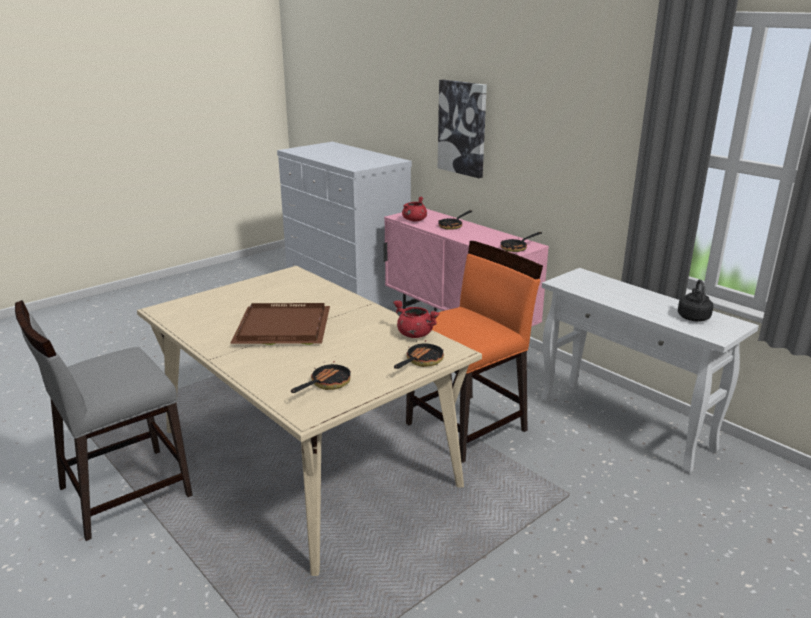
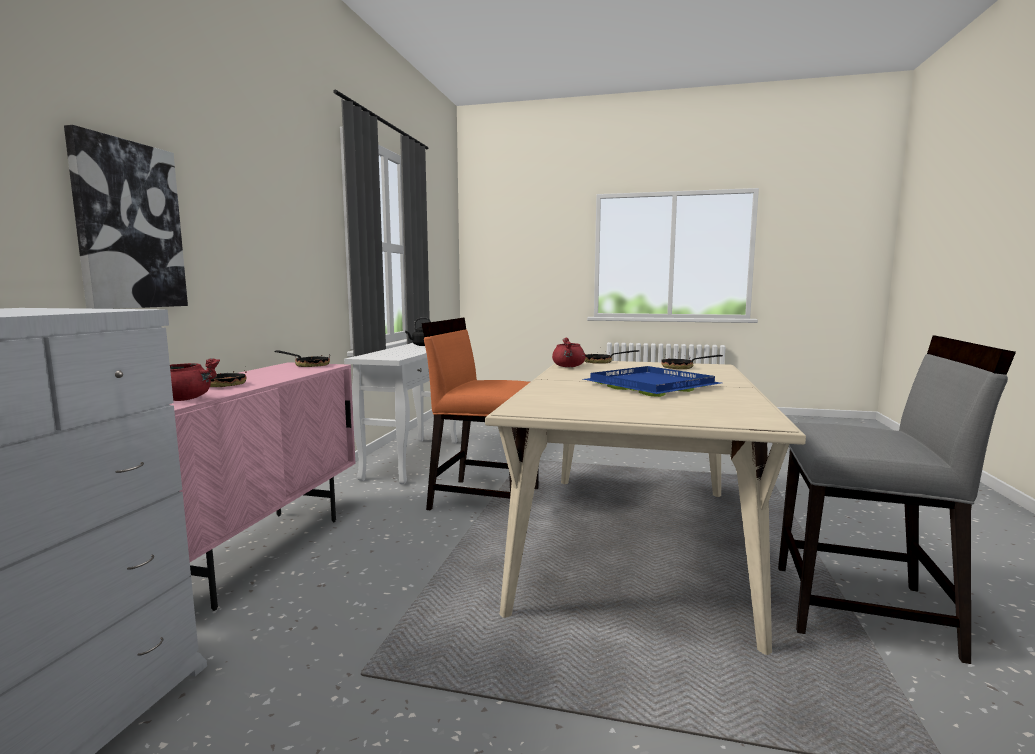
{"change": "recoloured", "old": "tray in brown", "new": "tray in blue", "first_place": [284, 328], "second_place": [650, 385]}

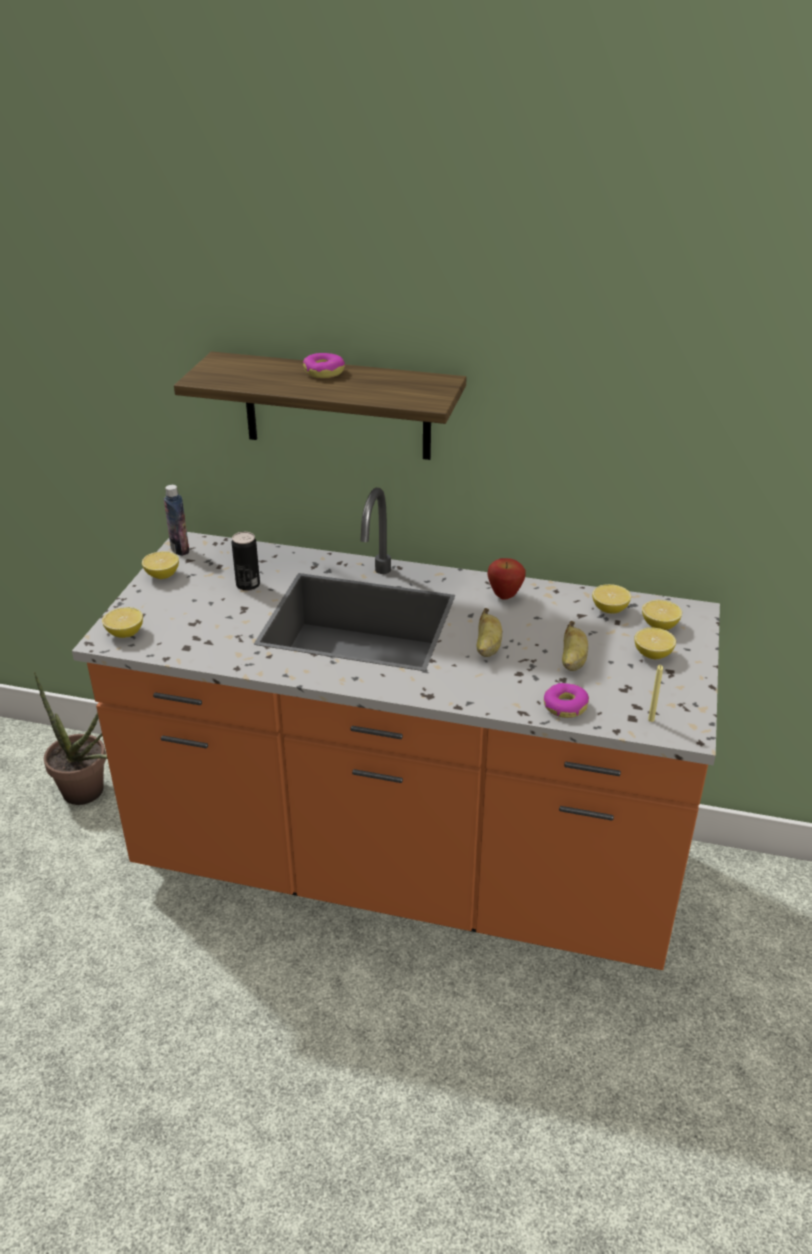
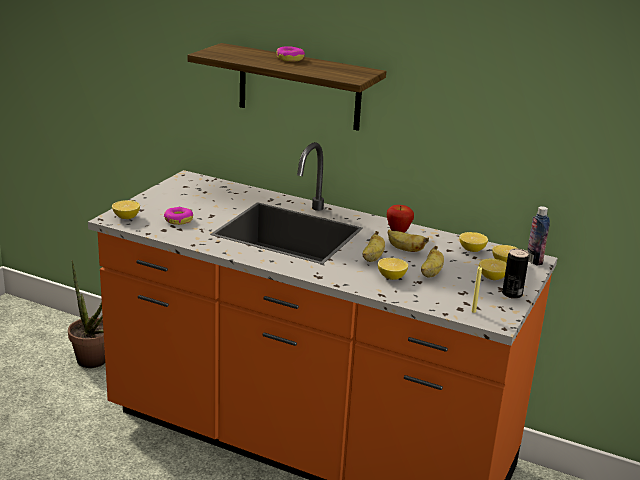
{"change": "moved", "old": "donut", "first_place": [565, 706], "second_place": [178, 220]}
{"change": "moved", "old": "lemon", "first_place": [162, 575], "second_place": [391, 277]}
{"change": "added", "new": "banana", "second_place": [404, 249]}
{"change": "moved", "old": "can", "first_place": [248, 585], "second_place": [512, 294]}
{"change": "moved", "old": "bottle", "first_place": [180, 549], "second_place": [534, 260]}

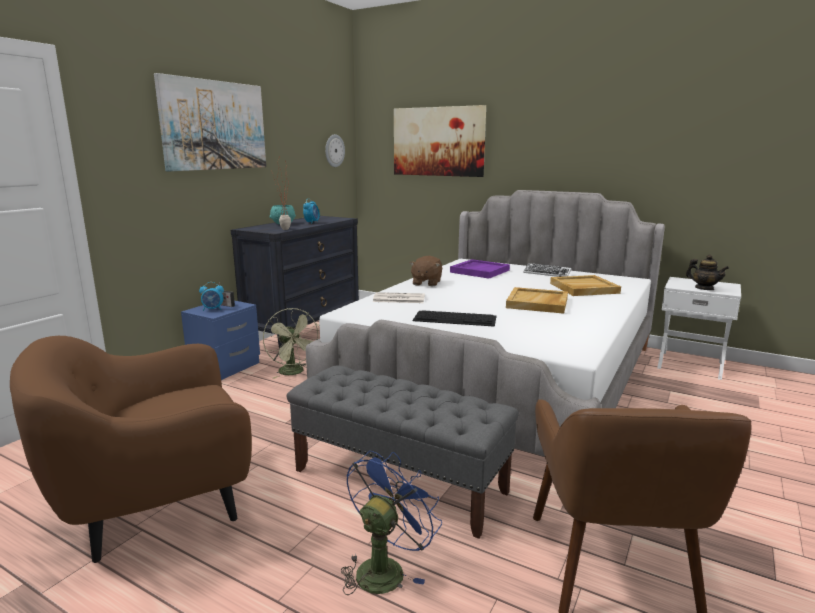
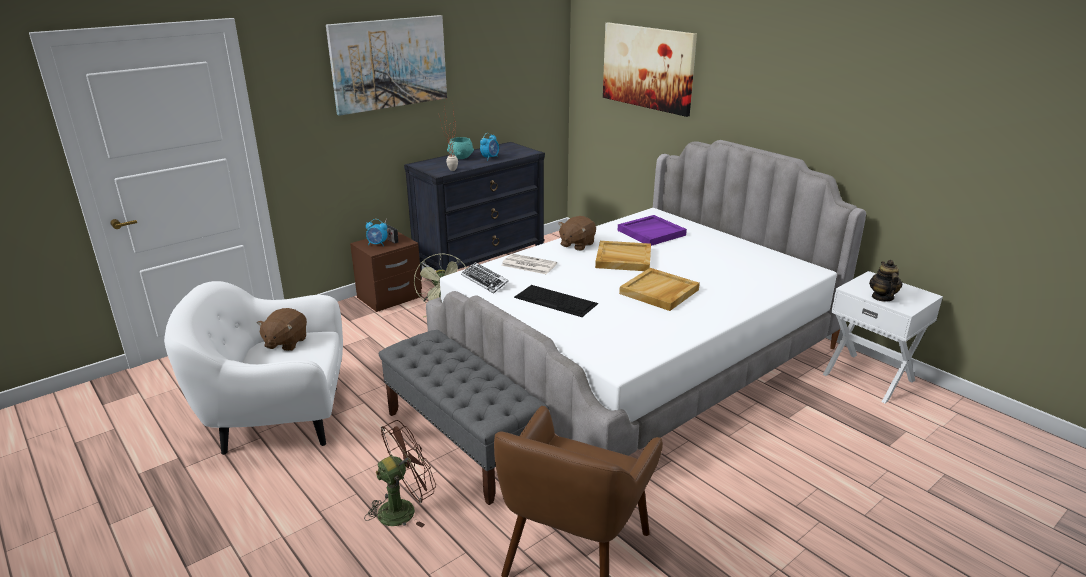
{"change": "recoloured", "old": "armchair in brown", "new": "armchair in white", "first_place": [155, 504], "second_place": [277, 419]}
{"change": "added", "new": "plush toy in brown", "second_place": [285, 343]}
{"change": "recoloured", "old": "nightstand in blue", "new": "nightstand in brown", "first_place": [226, 368], "second_place": [390, 298]}
{"change": "recoloured", "old": "fan in blue", "new": "fan in brown", "first_place": [385, 568], "second_place": [404, 508]}
{"change": "moved", "old": "keyboard", "first_place": [546, 273], "second_place": [484, 281]}
{"change": "moved", "old": "tray in beige", "first_place": [583, 288], "second_place": [623, 259]}
{"change": "turned", "old": "teapot", "first_place": [704, 288], "second_place": [882, 297], "degrees": -150}
{"change": "removed", "old": "wall clock", "first_place": [334, 150]}

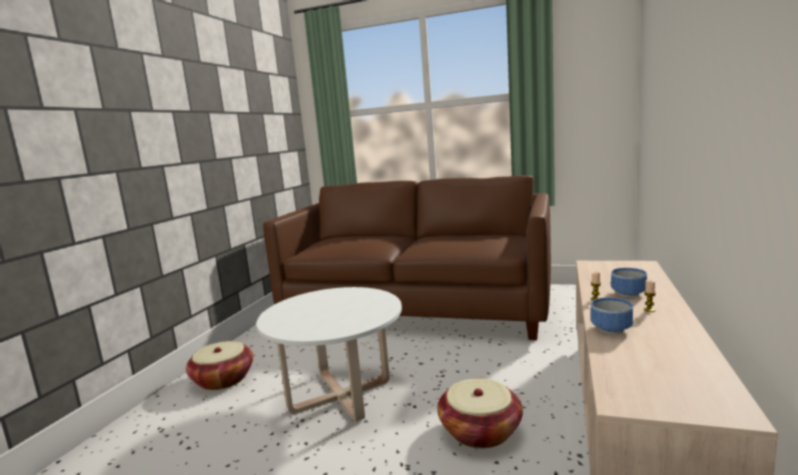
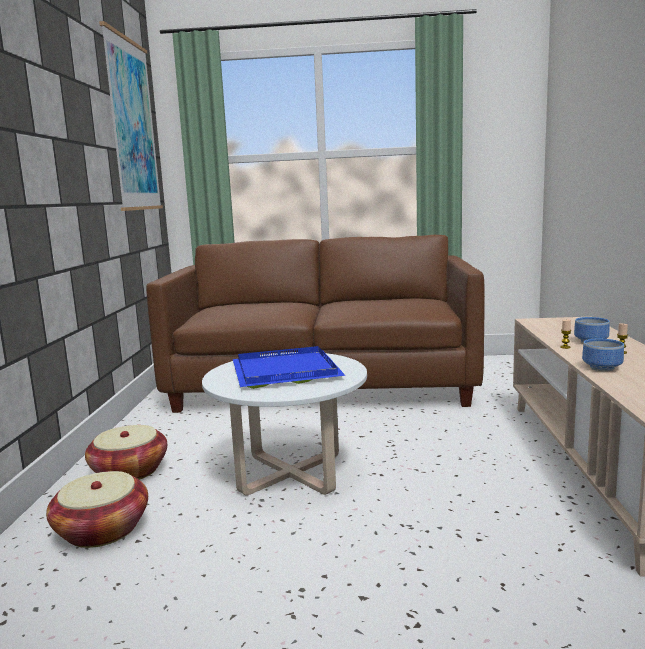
{"change": "moved", "old": "basket", "first_place": [480, 431], "second_place": [102, 530]}
{"change": "added", "new": "picture", "second_place": [132, 126]}
{"change": "added", "new": "tray in blue", "second_place": [287, 370]}

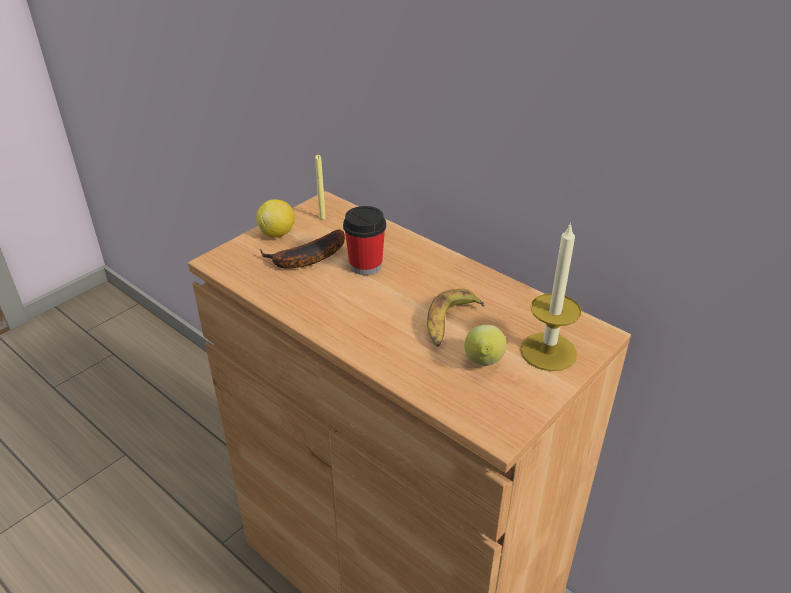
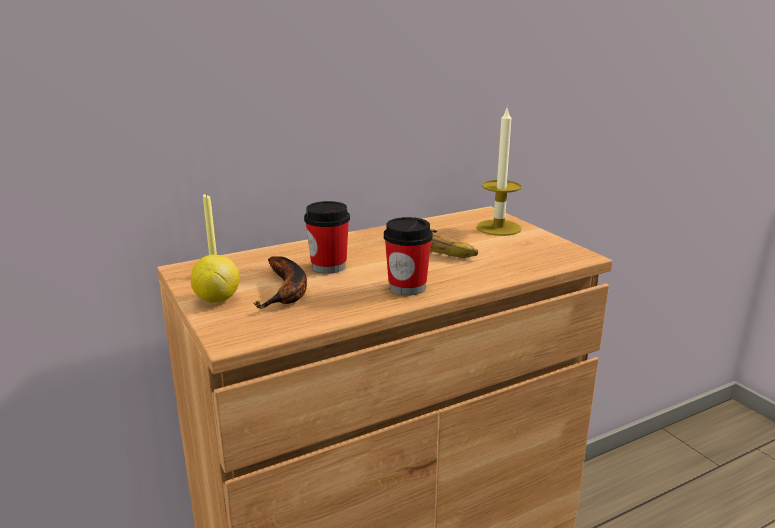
{"change": "added", "new": "cup", "second_place": [407, 287]}
{"change": "removed", "old": "lemon", "first_place": [483, 364]}

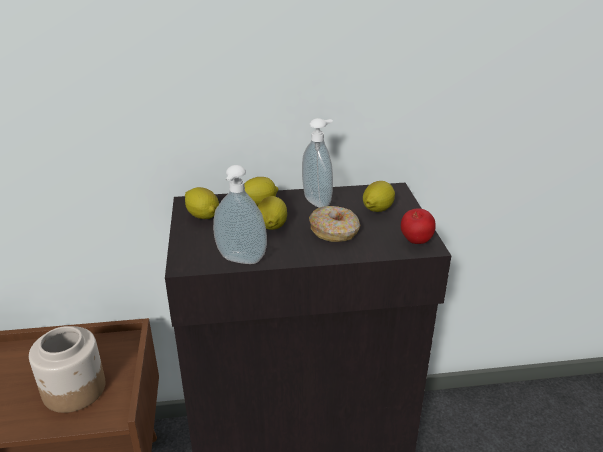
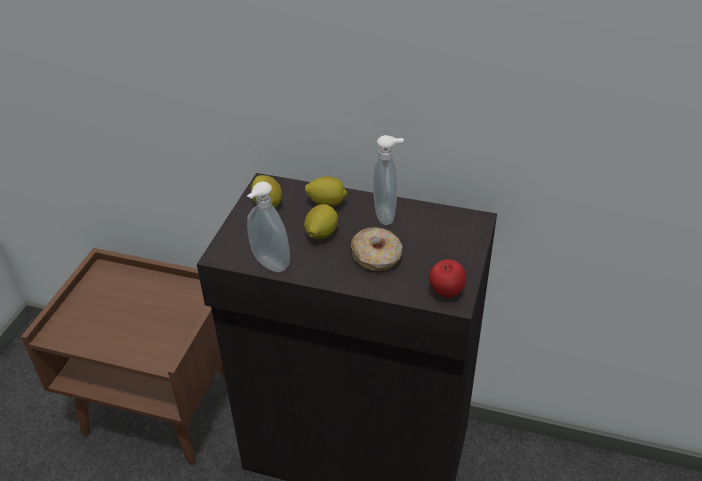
{"change": "removed", "old": "jar", "first_place": [74, 390]}
{"change": "removed", "old": "lemon", "first_place": [377, 210]}

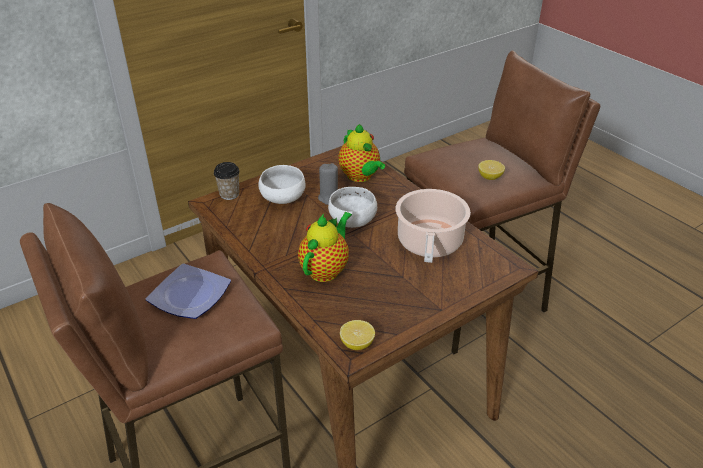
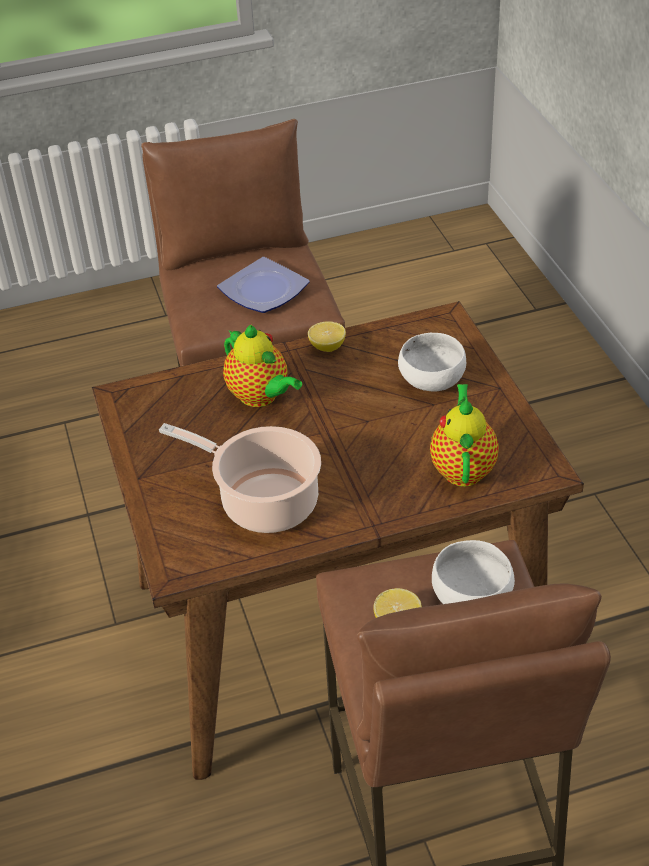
{"change": "moved", "old": "lemon", "first_place": [357, 344], "second_place": [327, 347]}
{"change": "turned", "old": "teapot", "first_place": [360, 177], "second_place": [463, 468], "degrees": 105}
{"change": "moved", "old": "bowl in white", "first_place": [351, 220], "second_place": [472, 597]}
{"change": "removed", "old": "cup", "first_place": [229, 194]}
{"change": "removed", "old": "candle in grey", "first_place": [329, 198]}

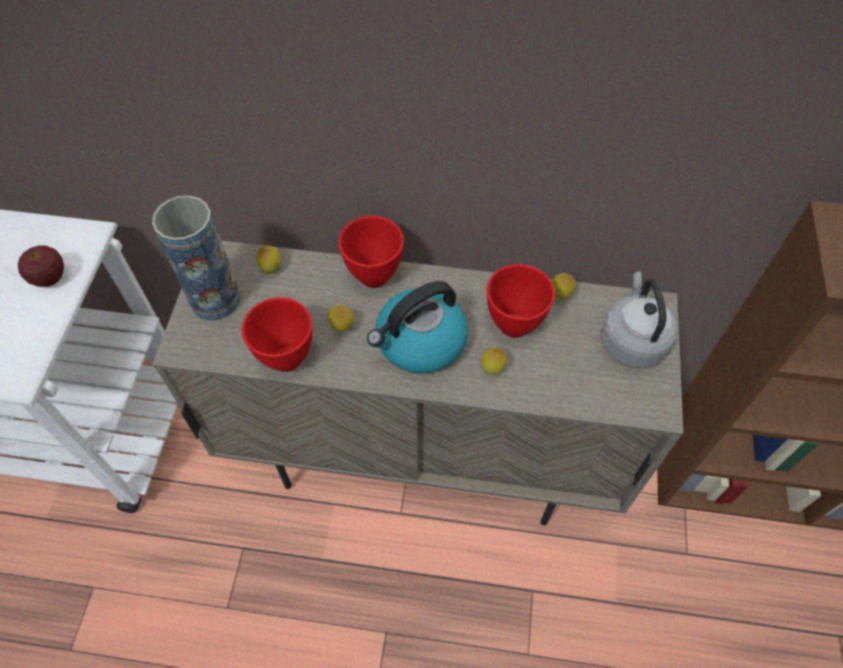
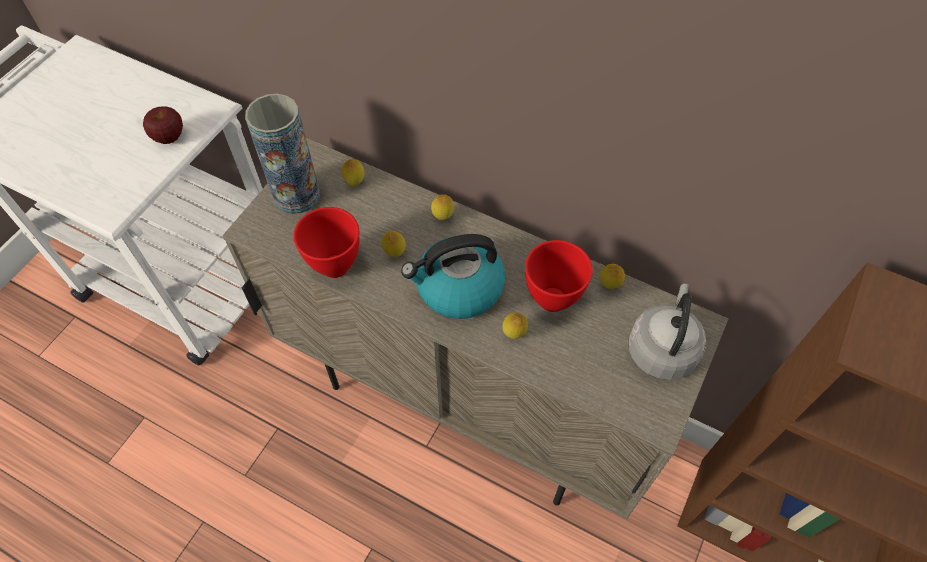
{"change": "replaced", "old": "bowl in red", "new": "lemon", "first_place": [375, 278], "second_place": [443, 217]}

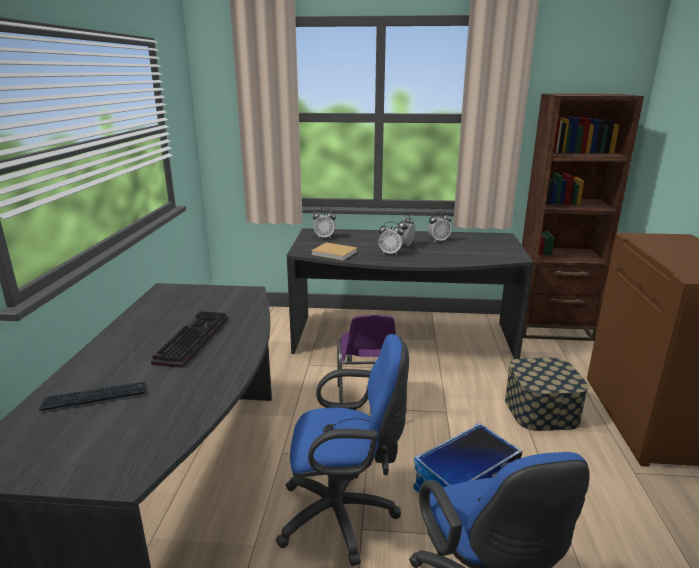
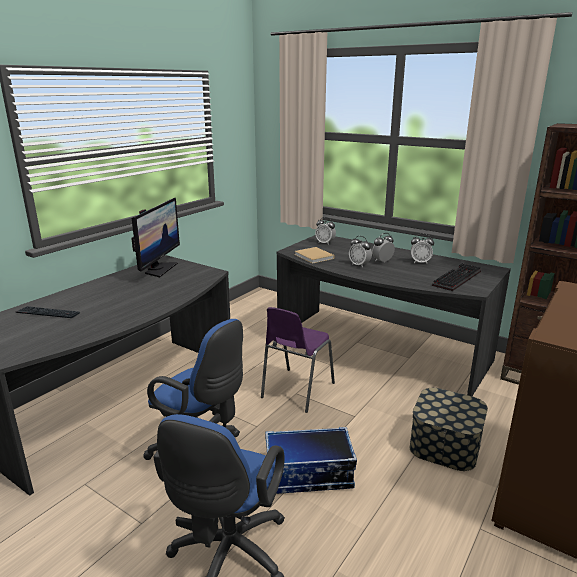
{"change": "added", "new": "monitor", "second_place": [159, 269]}
{"change": "moved", "old": "keyboard", "first_place": [191, 339], "second_place": [456, 278]}

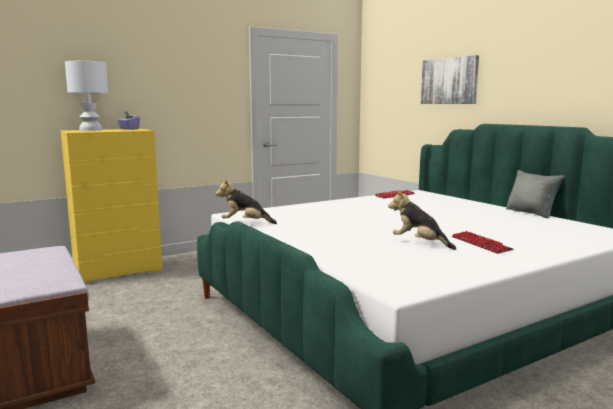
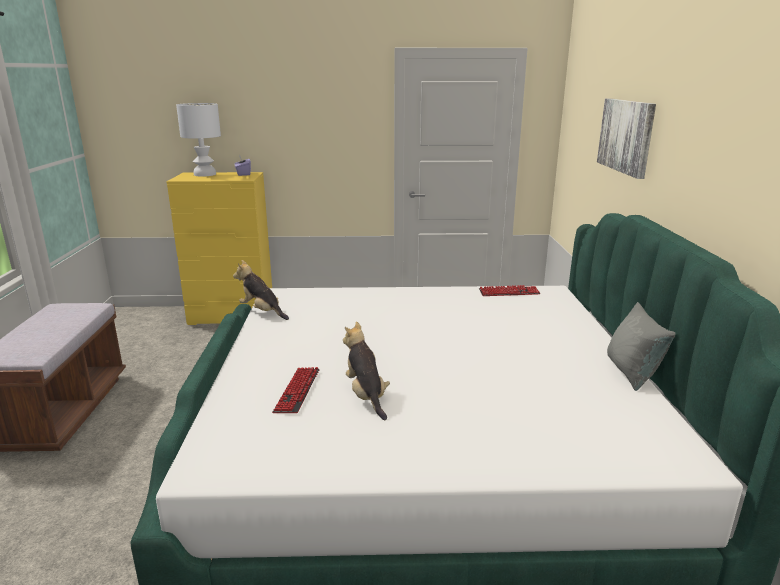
{"change": "moved", "old": "keyboard", "first_place": [480, 244], "second_place": [297, 391]}

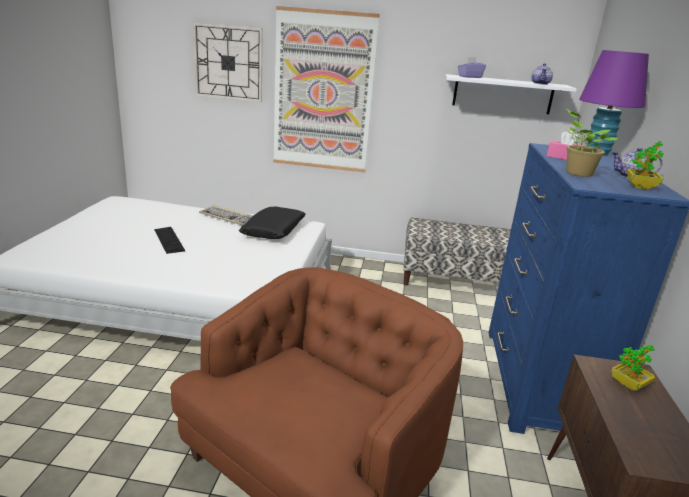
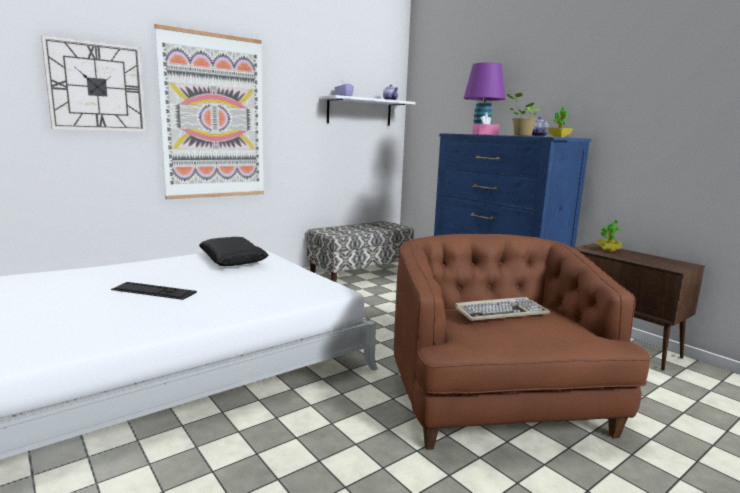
{"change": "moved", "old": "keyboard", "first_place": [228, 217], "second_place": [500, 312]}

